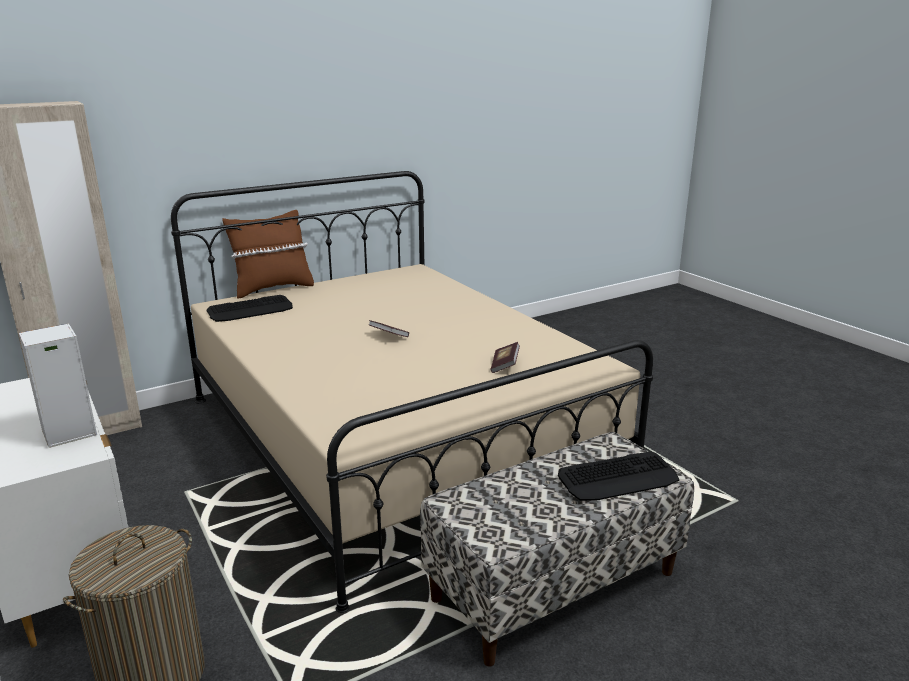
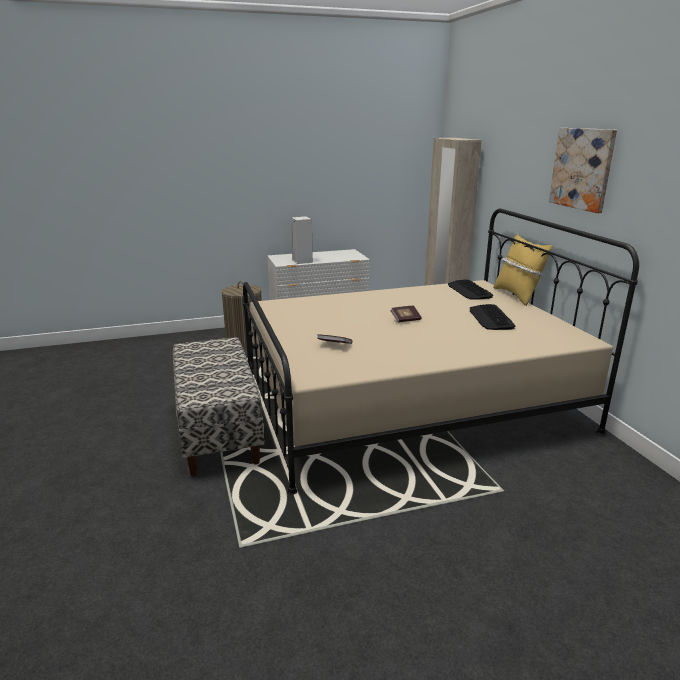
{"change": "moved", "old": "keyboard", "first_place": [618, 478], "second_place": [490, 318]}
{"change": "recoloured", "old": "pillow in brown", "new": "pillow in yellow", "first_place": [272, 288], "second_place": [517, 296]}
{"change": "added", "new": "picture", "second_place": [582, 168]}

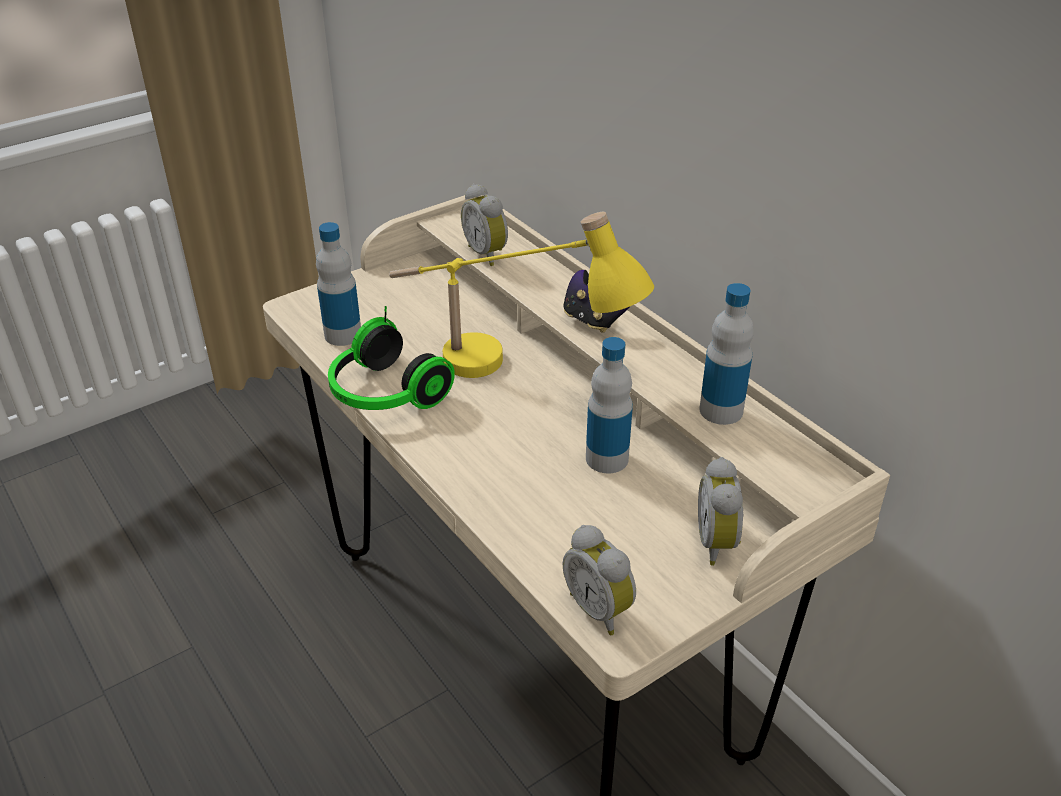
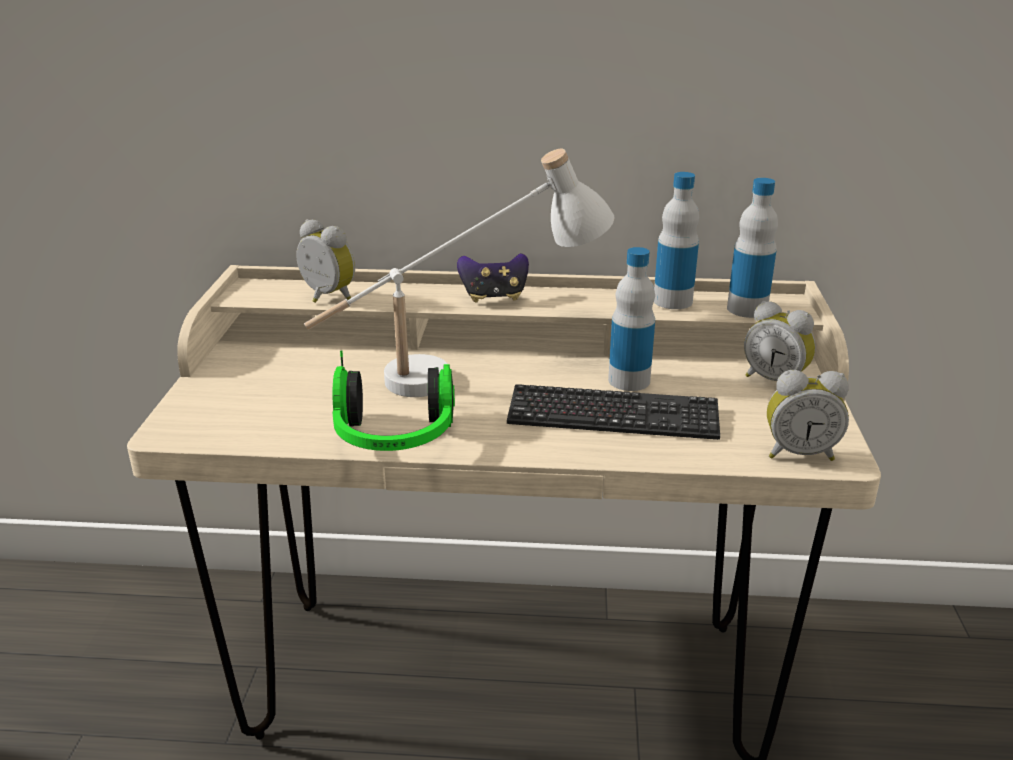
{"change": "turned", "old": "alarm clock", "first_place": [488, 254], "second_place": [326, 298], "degrees": -150}
{"change": "recoloured", "old": "table lamp in yellow", "new": "table lamp in white", "first_place": [511, 374], "second_place": [464, 373]}
{"change": "added", "new": "keyboard", "second_place": [613, 416]}
{"change": "moved", "old": "bottle", "first_place": [343, 335], "second_place": [747, 309]}

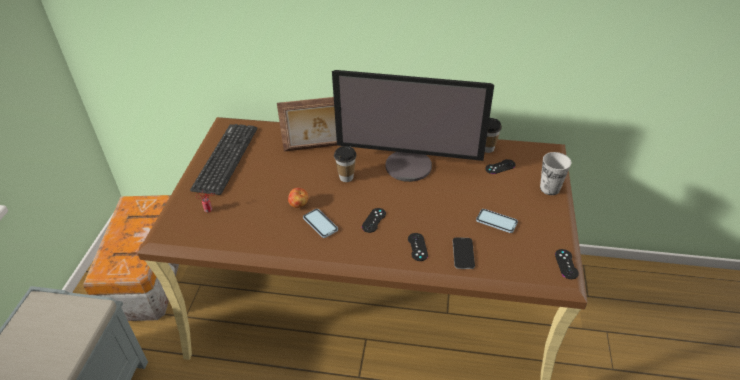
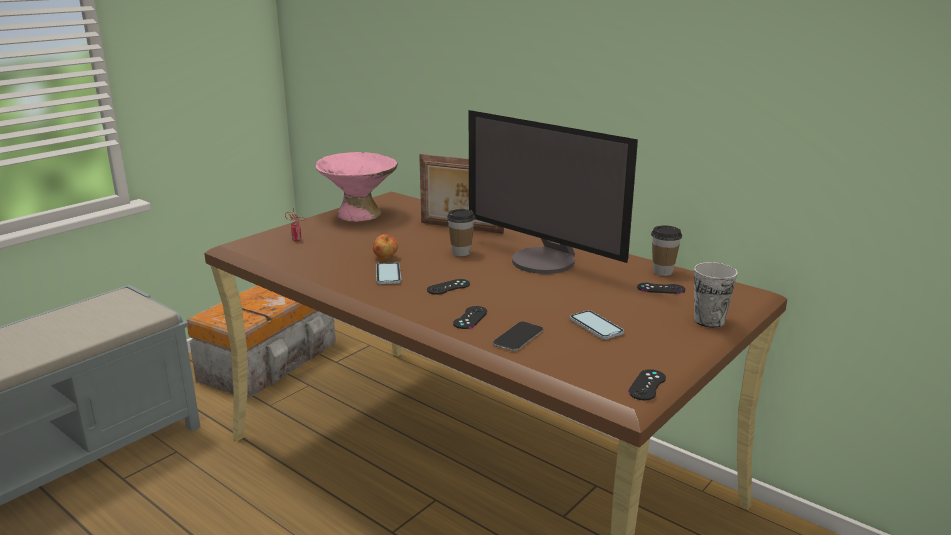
{"change": "replaced", "old": "keyboard", "new": "bowl in pink", "first_place": [225, 158], "second_place": [359, 214]}

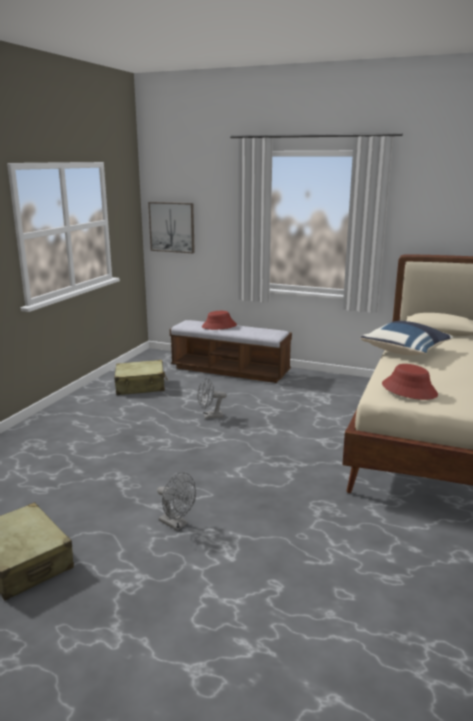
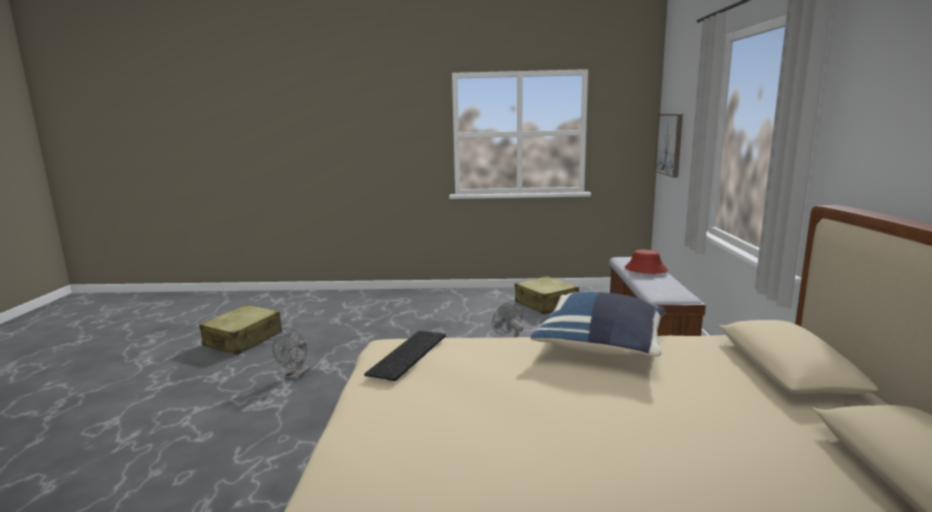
{"change": "replaced", "old": "hat in red", "new": "keyboard", "first_place": [409, 389], "second_place": [409, 355]}

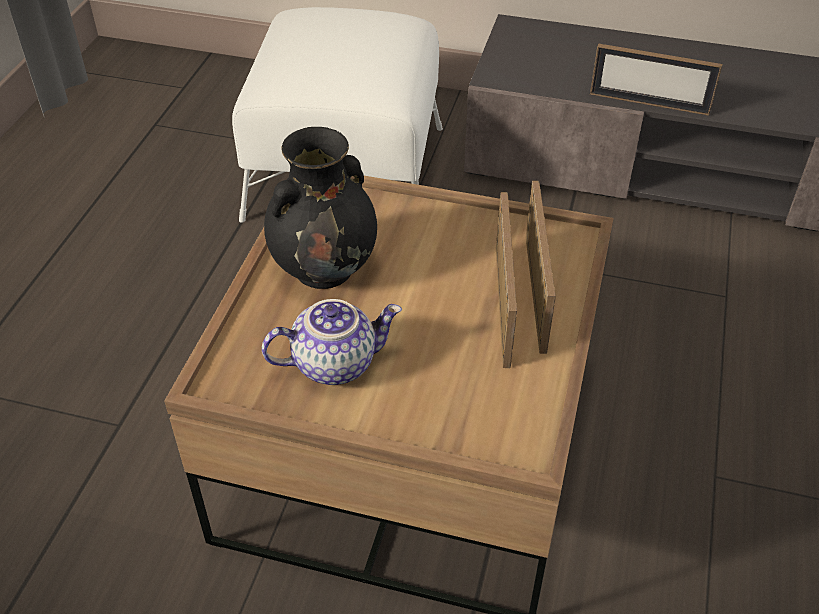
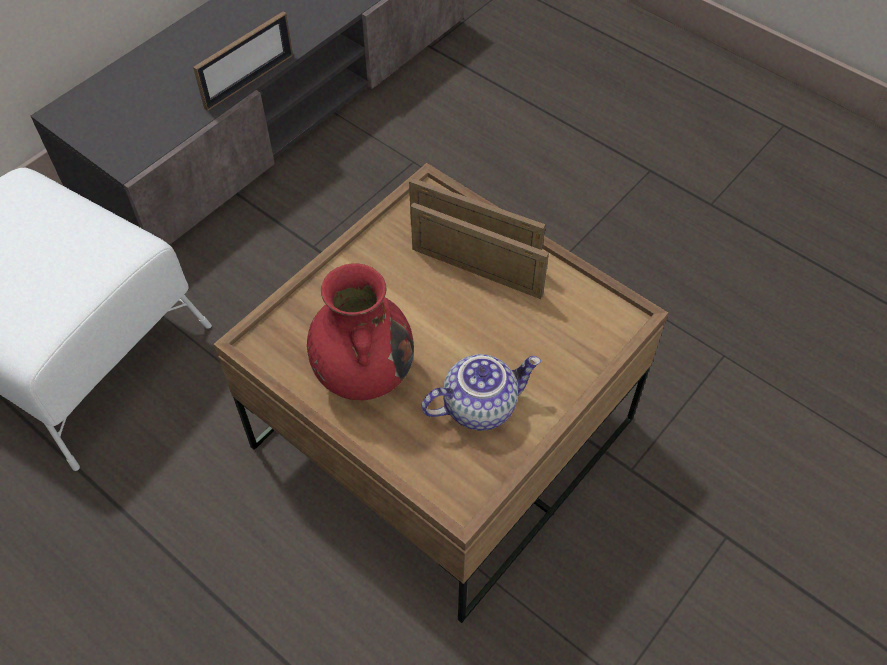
{"change": "recoloured", "old": "vase in black", "new": "vase in red", "first_place": [325, 267], "second_place": [363, 373]}
{"change": "turned", "old": "teapot", "first_place": [335, 362], "second_place": [479, 405], "degrees": 60}

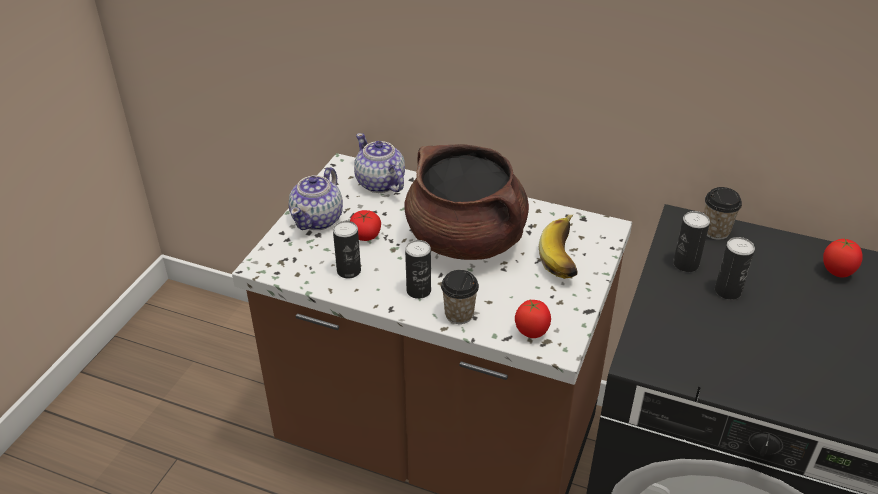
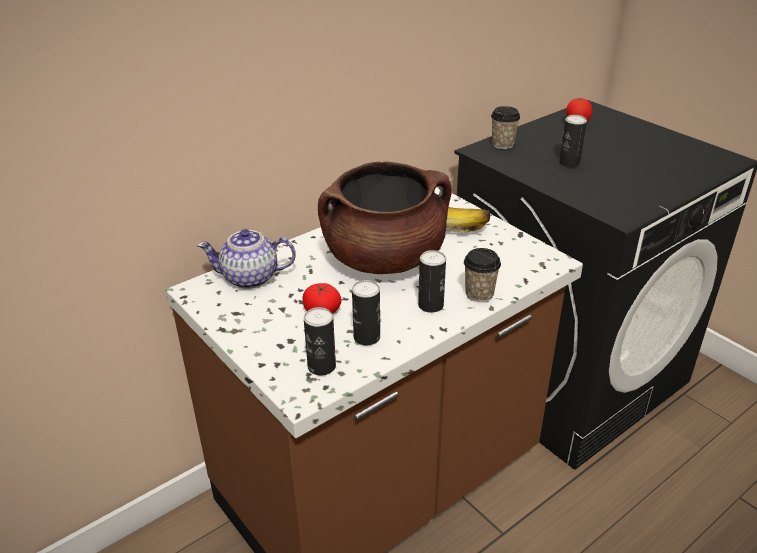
{"change": "moved", "old": "can", "first_place": [685, 264], "second_place": [321, 366]}
{"change": "removed", "old": "teapot", "first_place": [318, 219]}
{"change": "removed", "old": "tomato", "first_place": [531, 333]}

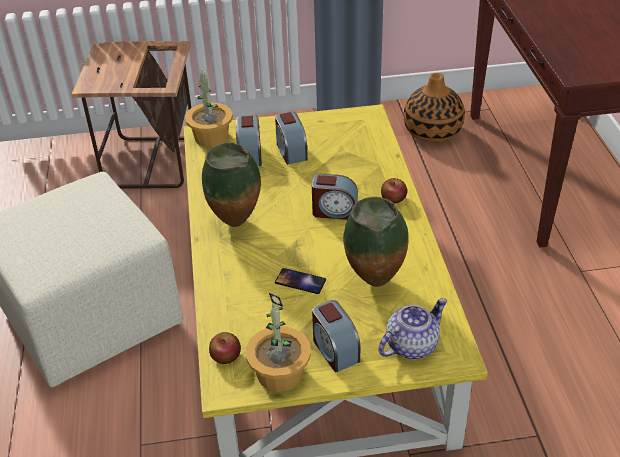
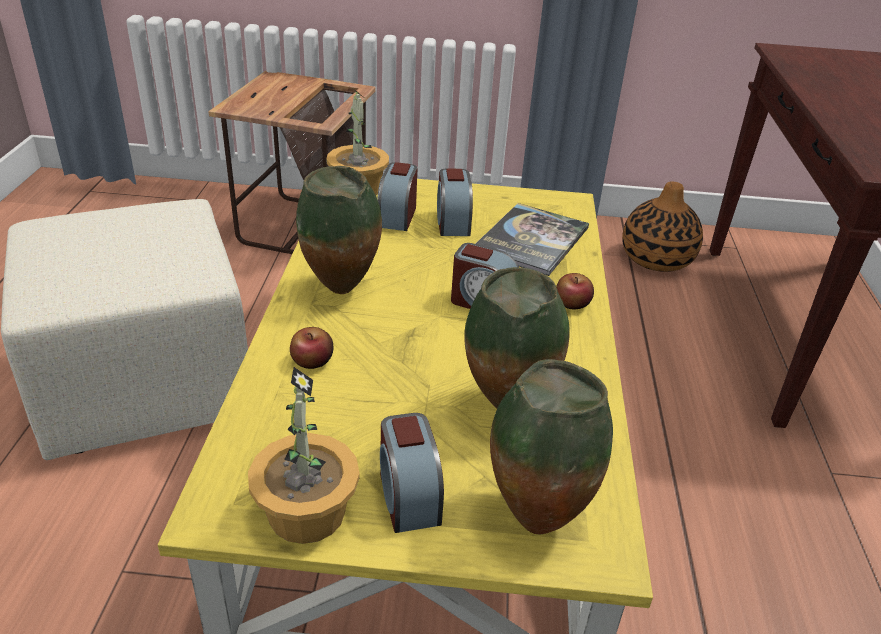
{"change": "moved", "old": "apple", "first_place": [226, 356], "second_place": [312, 361]}
{"change": "added", "new": "book", "second_place": [531, 240]}
{"change": "replaced", "old": "teapot", "new": "vase", "first_place": [411, 345], "second_place": [534, 517]}
{"change": "removed", "old": "phone", "first_place": [300, 281]}

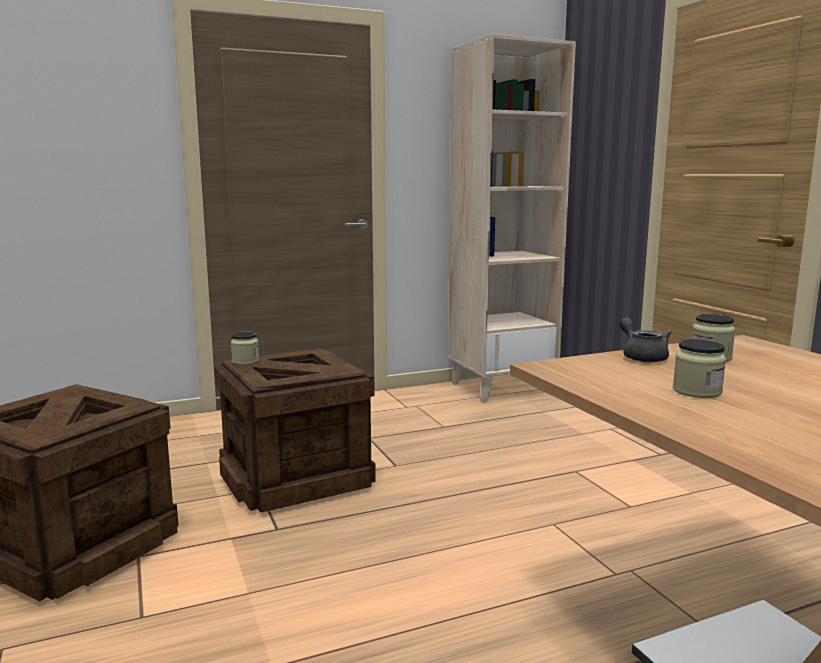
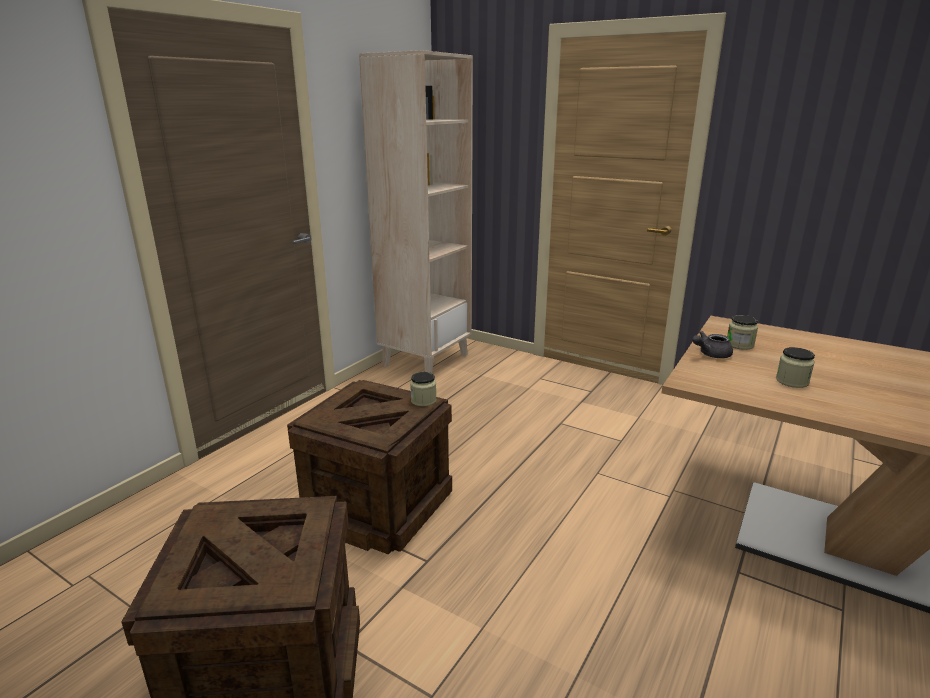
{"change": "moved", "old": "jar", "first_place": [245, 361], "second_place": [423, 401]}
{"change": "turned", "old": "teapot in grey", "first_place": [642, 357], "second_place": [710, 354], "degrees": -60}

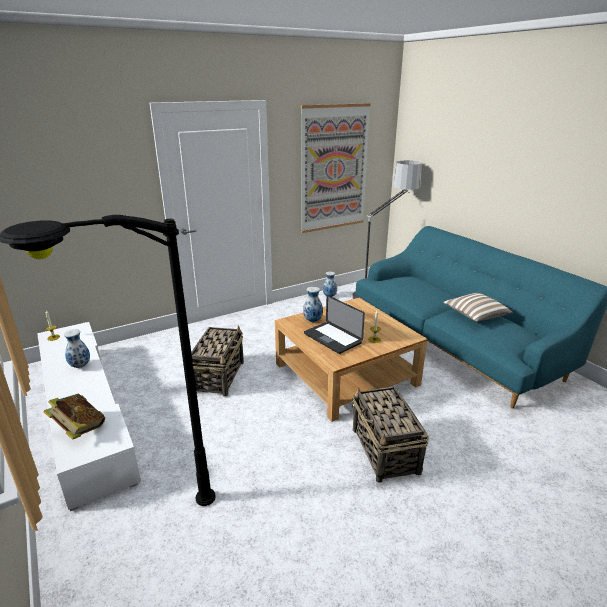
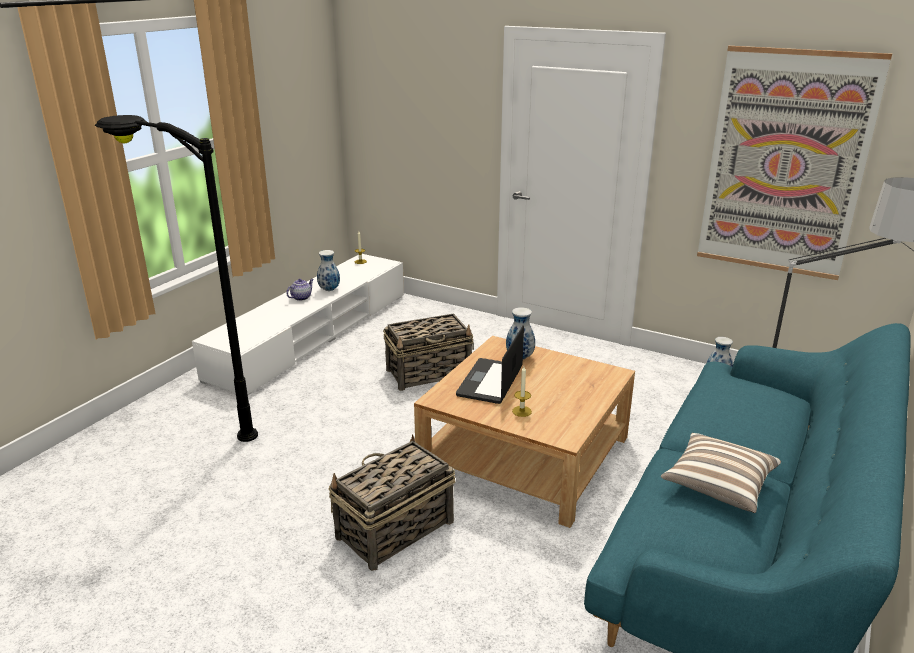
{"change": "added", "new": "teapot", "second_place": [301, 297]}
{"change": "removed", "old": "book", "first_place": [79, 429]}

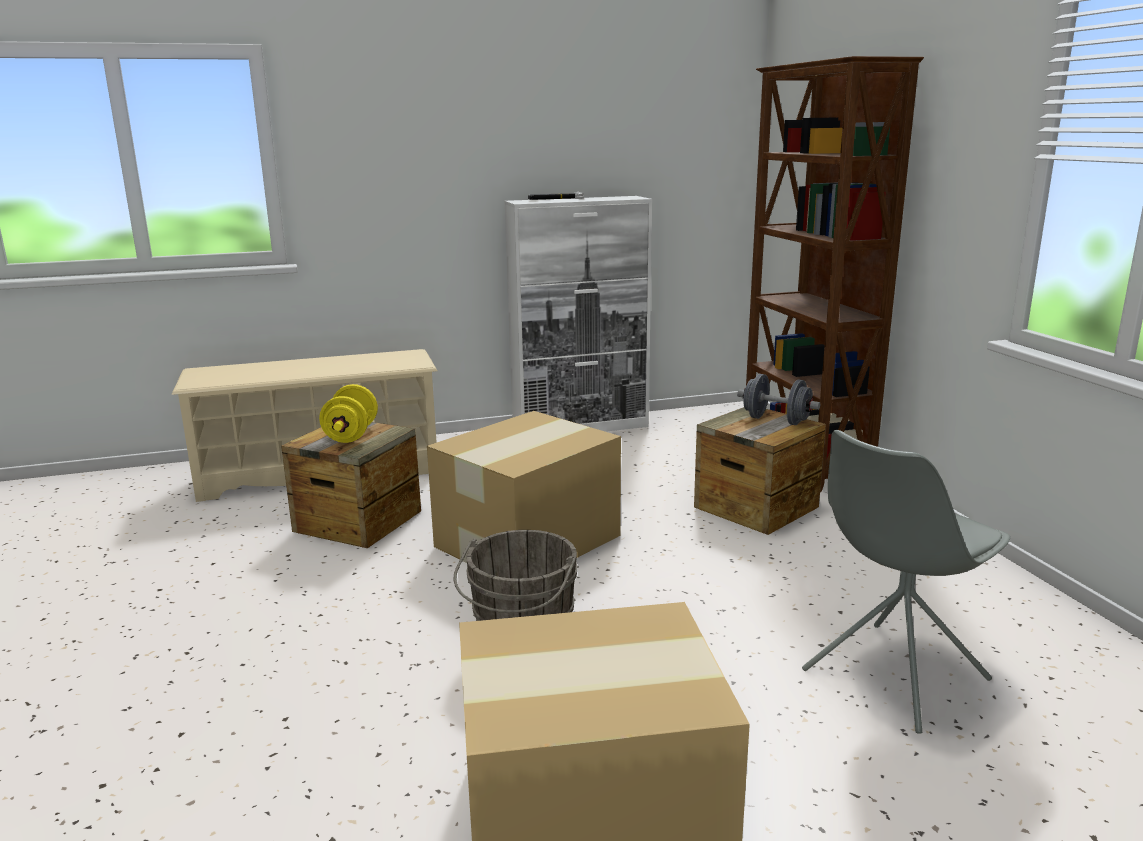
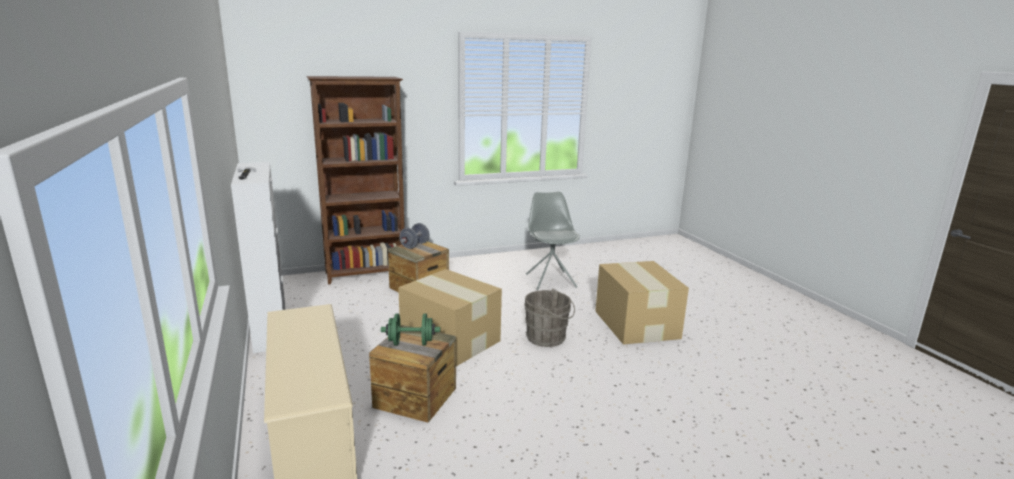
{"change": "recoloured", "old": "dumbbell in yellow", "new": "dumbbell in green", "first_place": [351, 435], "second_place": [411, 343]}
{"change": "turned", "old": "chair in grey", "first_place": [892, 676], "second_place": [550, 280], "degrees": -150}

